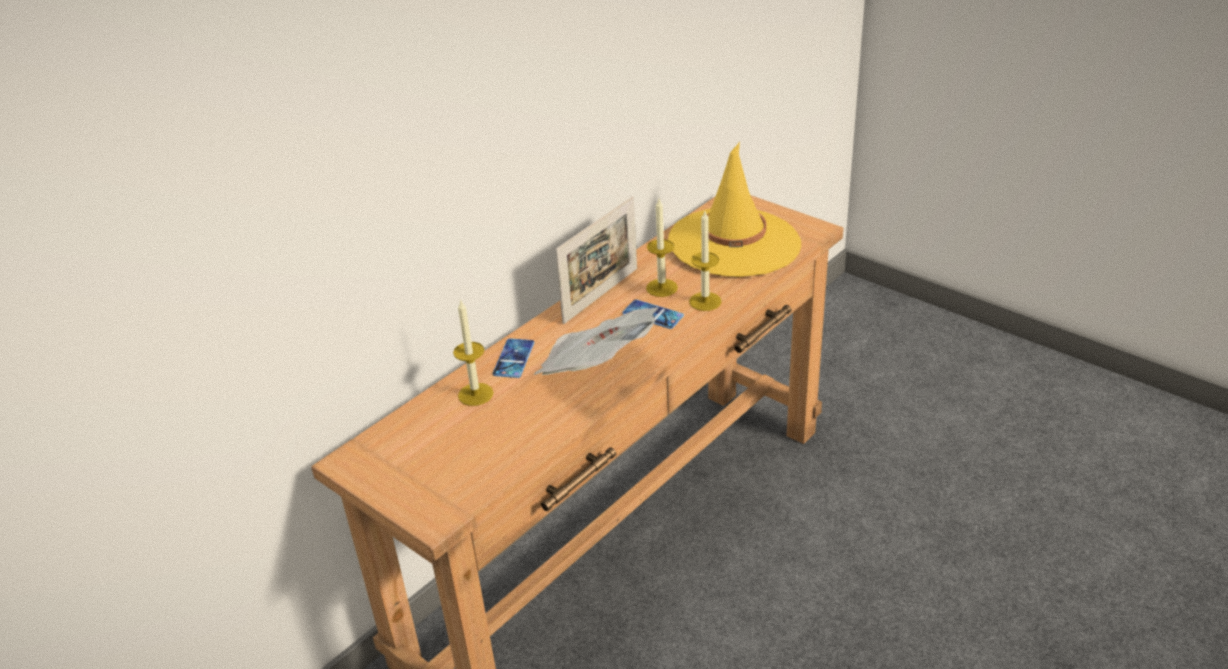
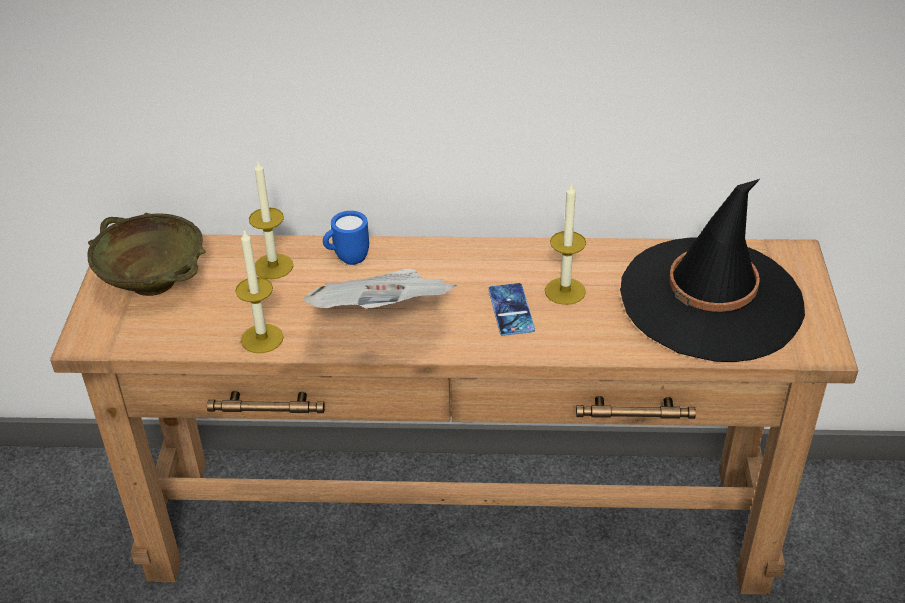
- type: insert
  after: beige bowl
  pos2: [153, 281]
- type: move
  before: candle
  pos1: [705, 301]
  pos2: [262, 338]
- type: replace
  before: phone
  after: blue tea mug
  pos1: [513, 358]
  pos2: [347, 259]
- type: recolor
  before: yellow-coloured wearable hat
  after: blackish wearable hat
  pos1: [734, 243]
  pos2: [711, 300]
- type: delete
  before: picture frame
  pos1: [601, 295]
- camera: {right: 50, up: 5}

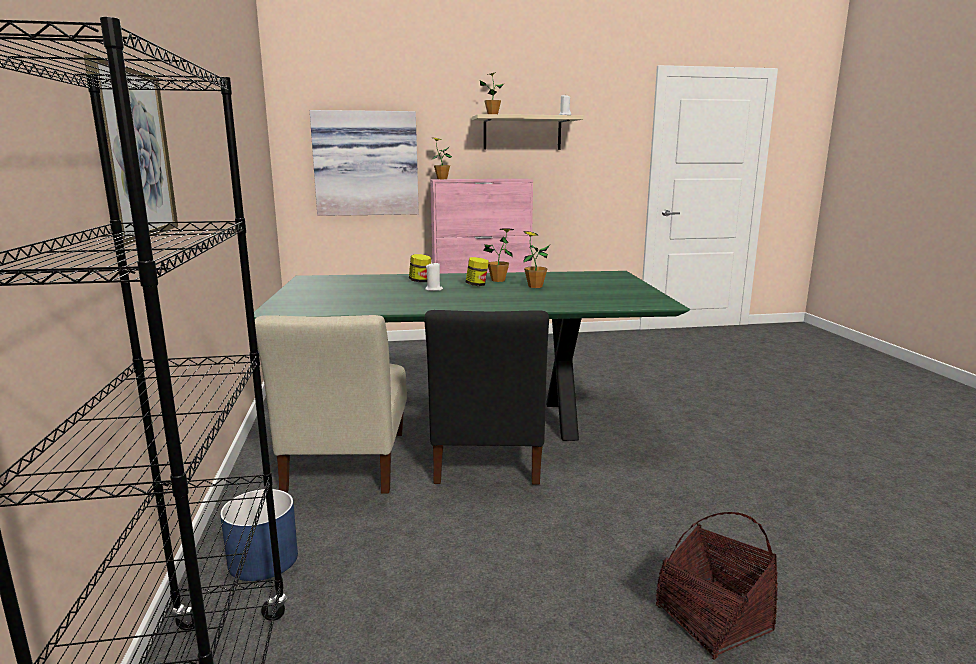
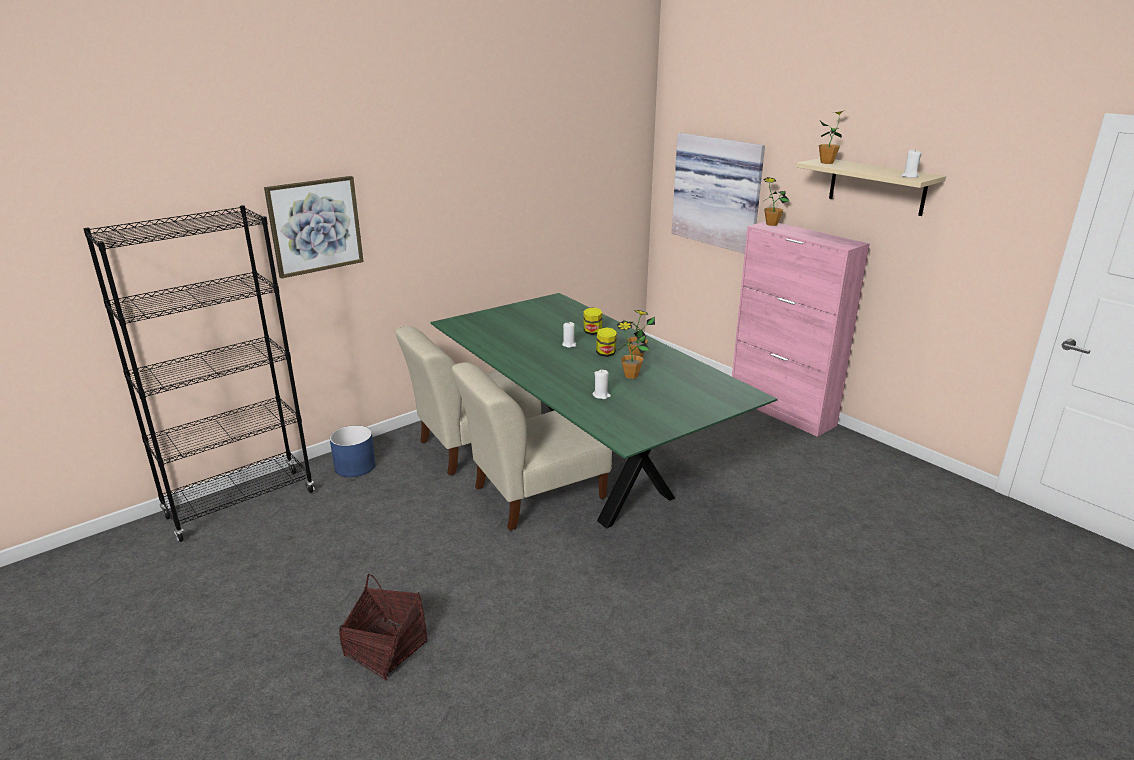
- type: recolor
  before: blackish plain chair
  after: beige plain chair
  pos1: [487, 457]
  pos2: [534, 495]
- type: insert
  after: white-coloured candle
  pos2: [601, 395]
- camera: {right: 60, up: 10}

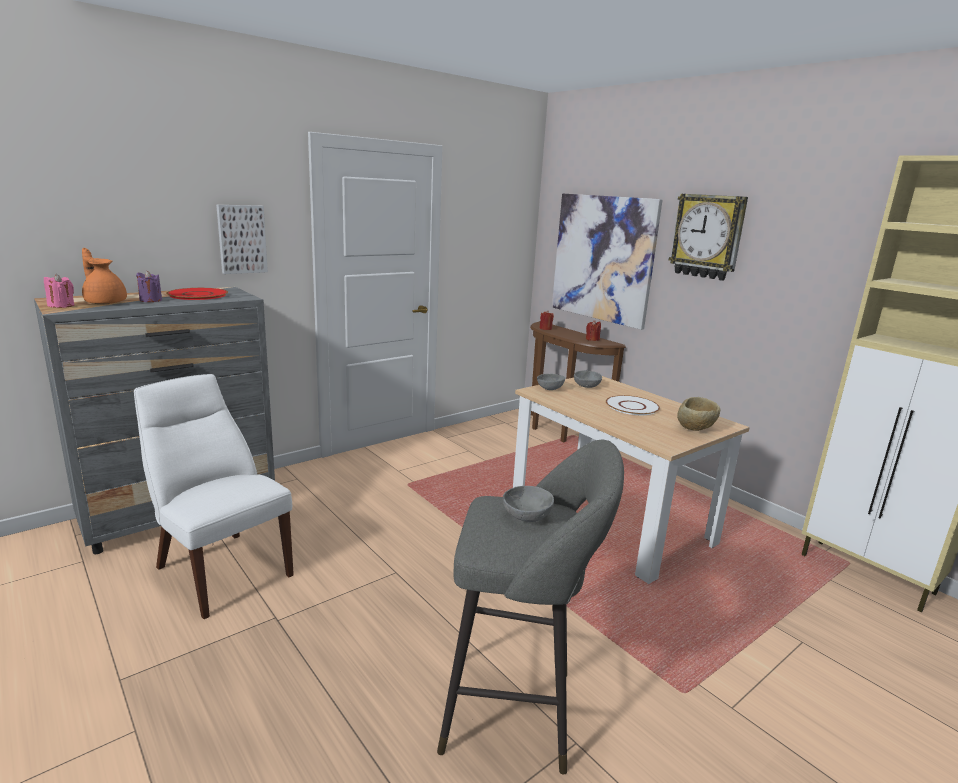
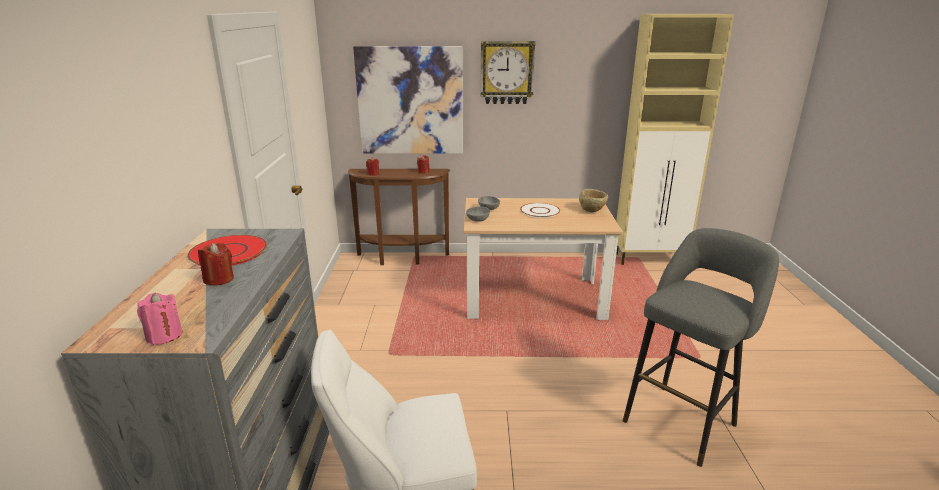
- type: recolor
  before: purple-coloured candle
  after: red-coloured candle
  pos1: [150, 300]
  pos2: [219, 279]
- type: delete
  before: orange tea pot
  pos1: [105, 302]
- type: delete
  before: wall picture
  pos1: [241, 239]
- type: delete
  before: grey bowl
  pos1: [526, 516]
- camera: {right: -50, up: 5}

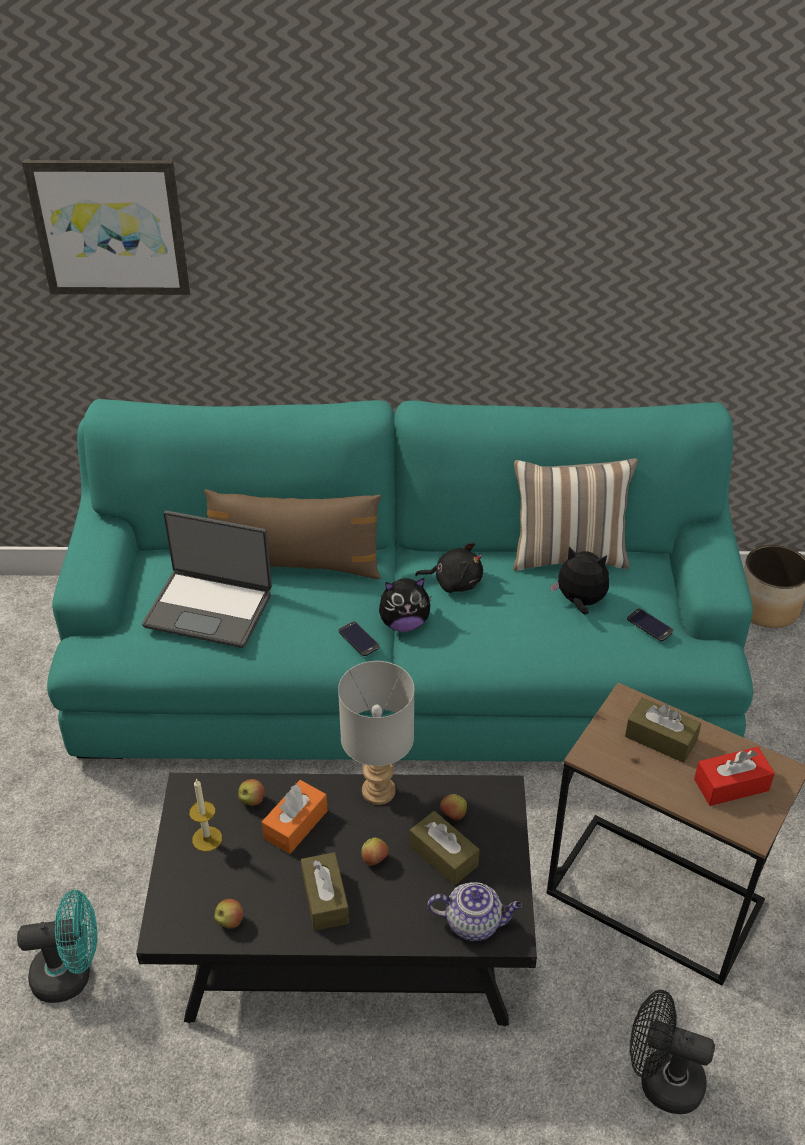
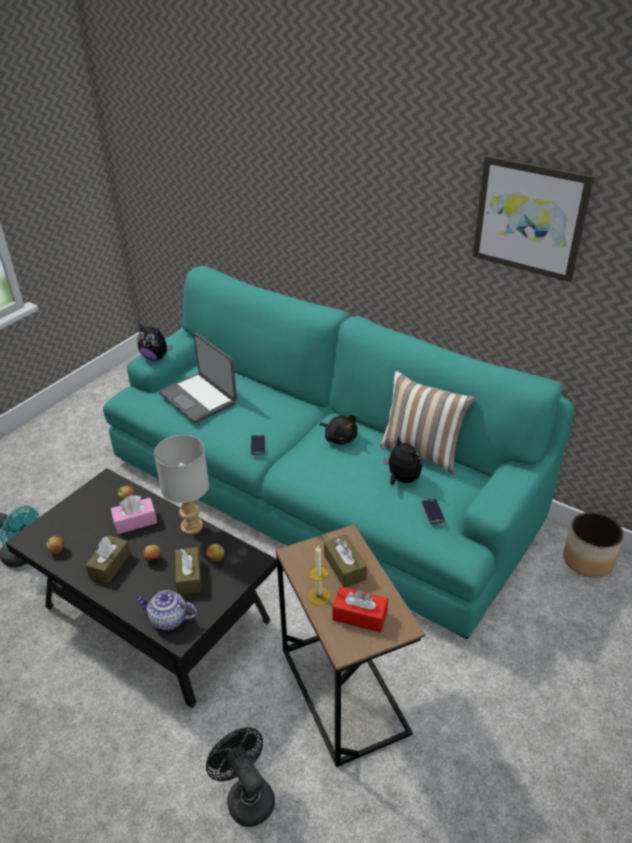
- type: recolor
  before: orange tissue box
  after: pink-coloured tissue box
  pos1: [295, 824]
  pos2: [135, 521]
- type: rotate
  before: tea pot
  pos1: [474, 922]
  pos2: [168, 620]
  turn: 150
- type: move
  before: cuddly toy
  pos1: [404, 623]
  pos2: [155, 357]
- type: move
  before: candle
  pos1: [207, 839]
  pos2: [319, 596]
- type: move
  before: wall picture
  pos1: [110, 227]
  pos2: [530, 217]
- type: delete
  before: brownish throw pillow
  pos1: [294, 565]
- camera: {right: 35, up: -5}

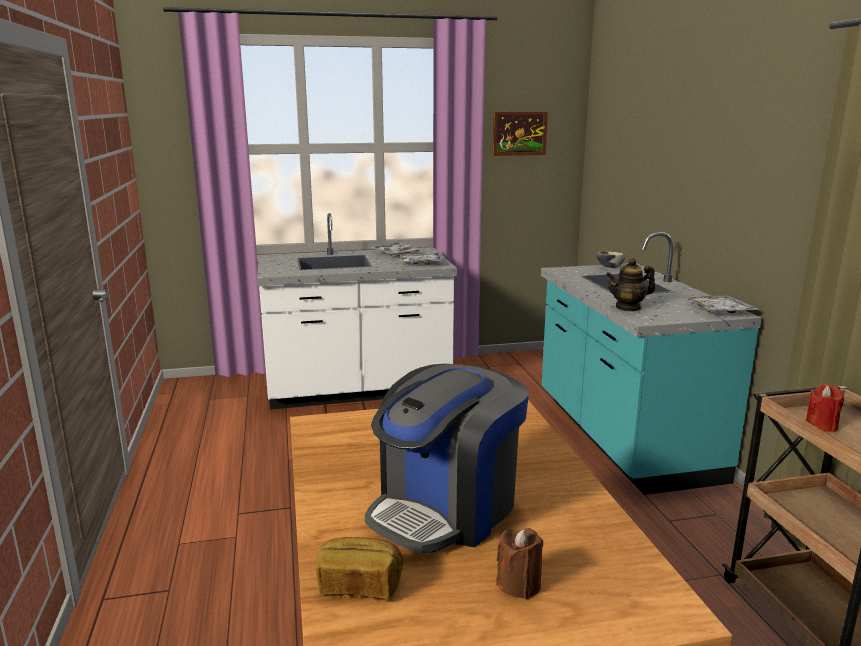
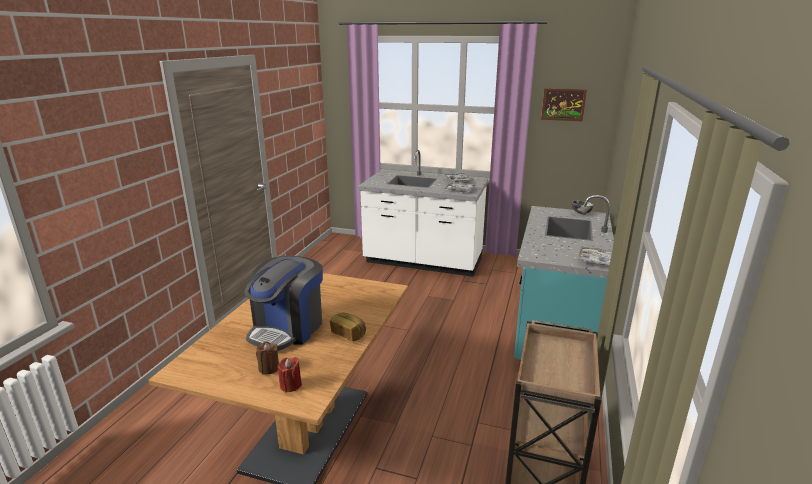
- type: rotate
  before: coffee maker
  pos1: [446, 508]
  pos2: [288, 328]
  turn: -45
- type: move
  before: red-coloured candle
  pos1: [821, 425]
  pos2: [290, 385]
- type: move
  before: baked bread
  pos1: [359, 585]
  pos2: [348, 334]
- type: delete
  before: tea pot
  pos1: [628, 307]
- camera: {right: 30, up: 5}

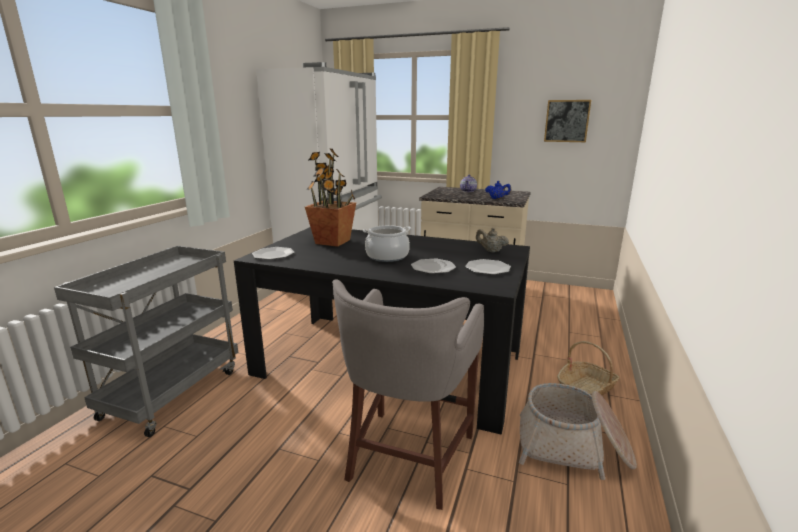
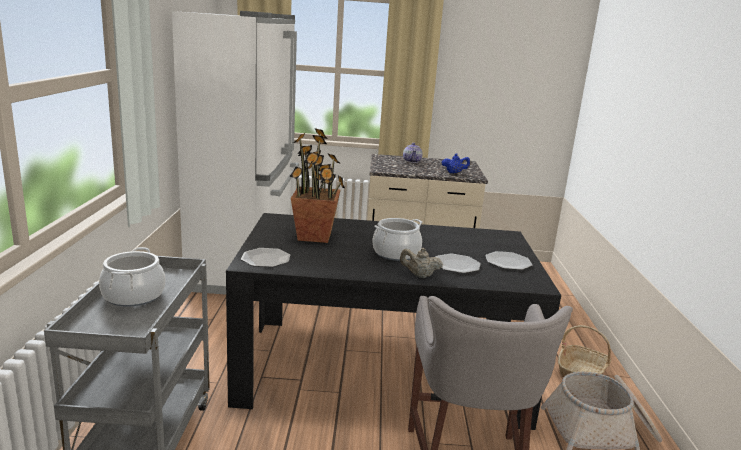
- type: insert
  after: saucepot
  pos2: [134, 295]
- type: move
  before: beige tea pot
  pos1: [491, 251]
  pos2: [419, 275]
- type: delete
  before: wall picture
  pos1: [567, 121]
- camera: {right: -20, up: 0}

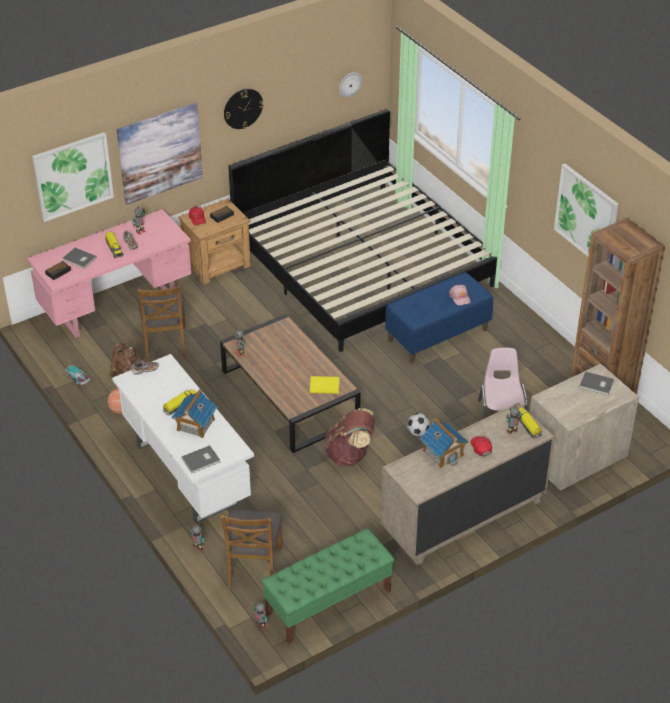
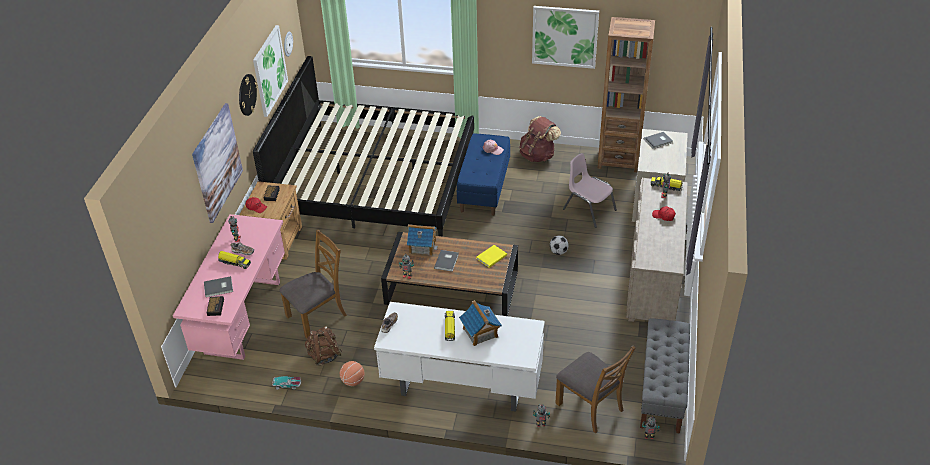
- type: move
  before: wall picture
  pos1: [73, 176]
  pos2: [269, 70]
- type: rotate
  before: brownish plain chair
  pos1: [165, 343]
  pos2: [317, 315]
  turn: -75
- type: move
  before: miniature house
  pos1: [443, 453]
  pos2: [422, 246]
- type: move
  before: grey volume
  pos1: [201, 460]
  pos2: [447, 261]
- type: move
  before: brownish backpack
  pos1: [350, 455]
  pos2: [538, 155]
- type: recolor
  before: green indoor bench
  after: grey indoor bench
  pos1: [328, 603]
  pos2: [662, 389]
- camera: {right: -45, up: 0}

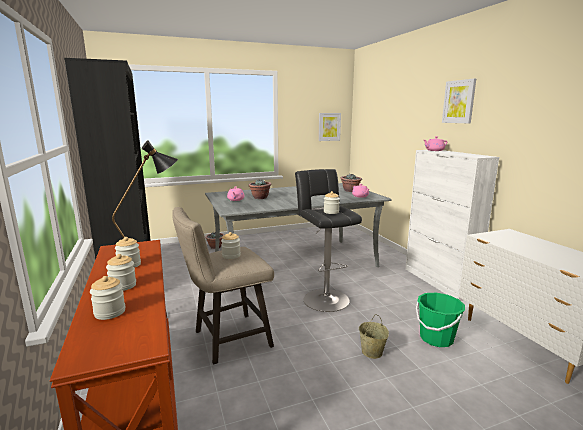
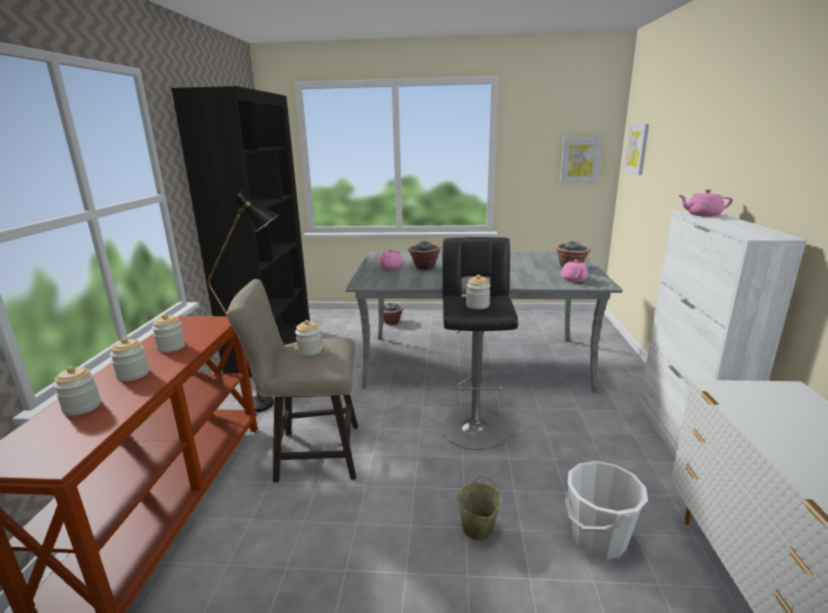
- type: recolor
  before: green water bucket
  after: white-coloured water bucket
  pos1: [436, 338]
  pos2: [598, 538]
- type: move
  before: wall picture
  pos1: [459, 101]
  pos2: [637, 148]
- camera: {right: 25, up: 5}

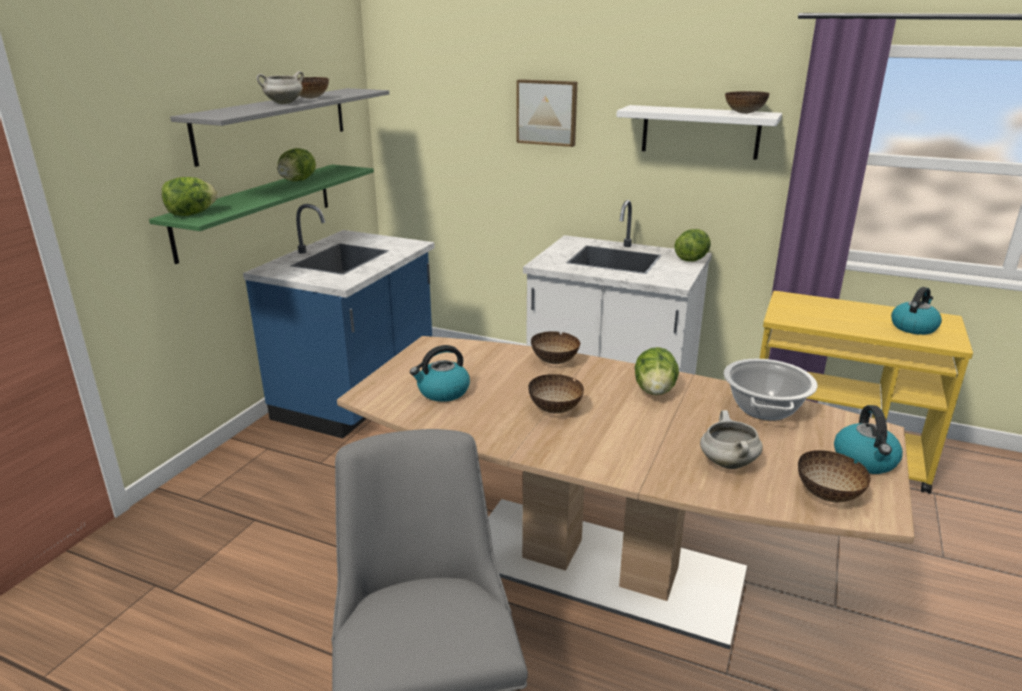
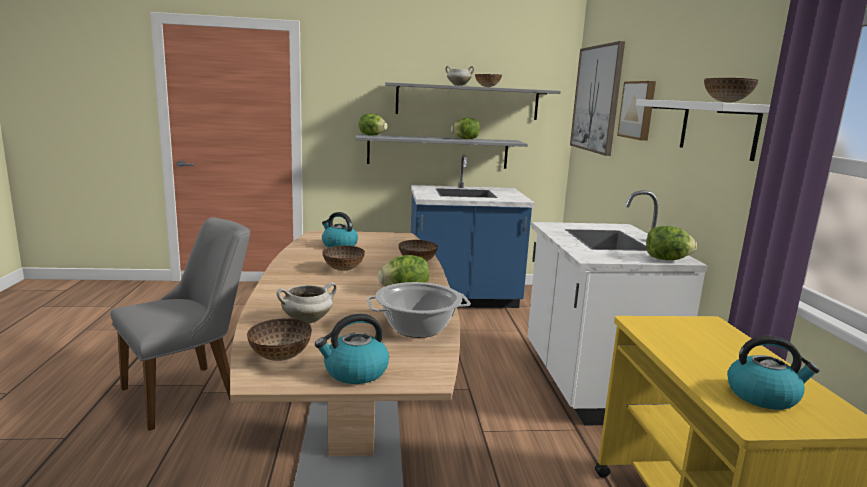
- type: recolor
  before: green wall shelf
  after: grey wall shelf
  pos1: [256, 210]
  pos2: [438, 151]
- type: insert
  after: wall picture
  pos2: [596, 99]
- camera: {right: 60, up: -10}

